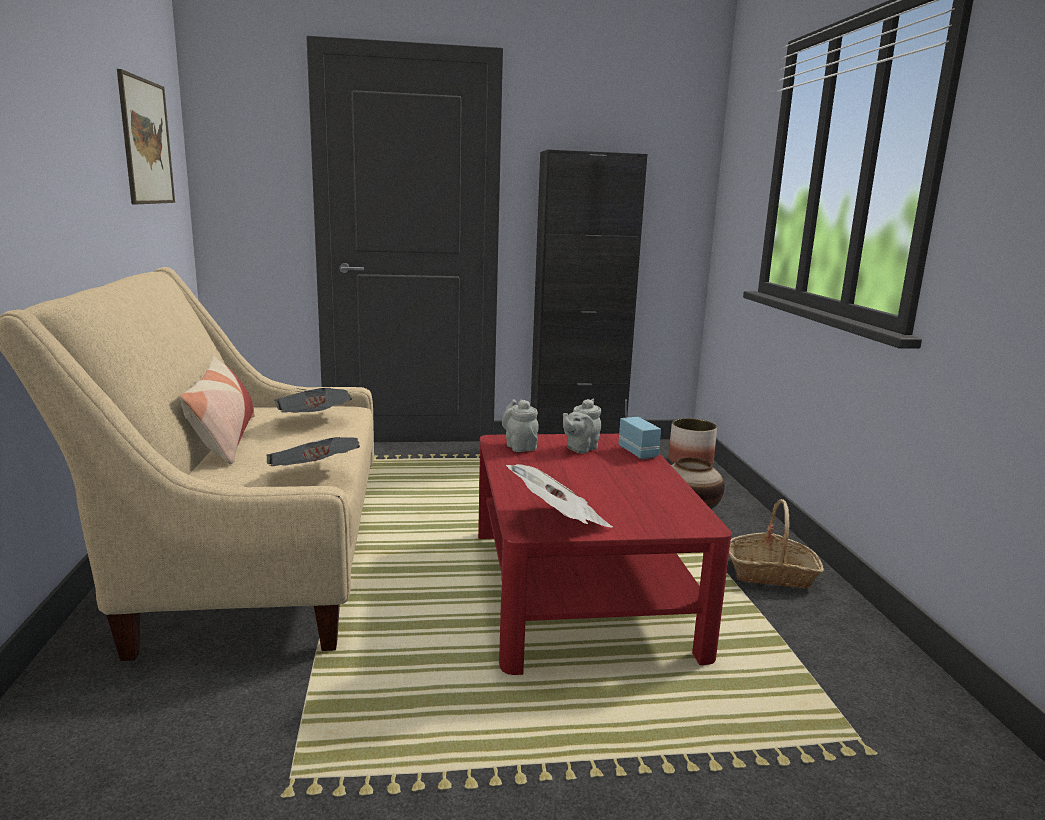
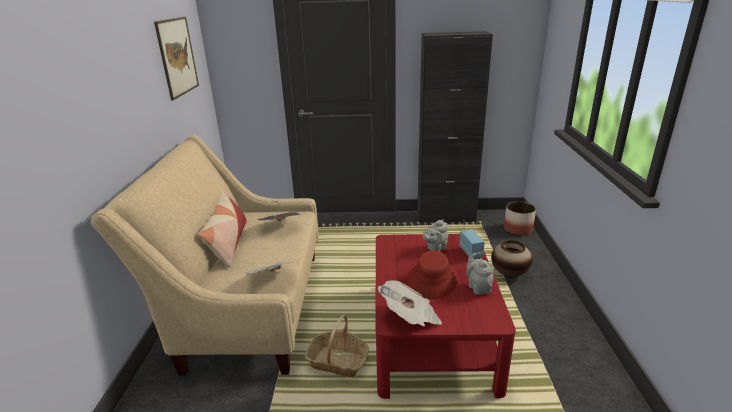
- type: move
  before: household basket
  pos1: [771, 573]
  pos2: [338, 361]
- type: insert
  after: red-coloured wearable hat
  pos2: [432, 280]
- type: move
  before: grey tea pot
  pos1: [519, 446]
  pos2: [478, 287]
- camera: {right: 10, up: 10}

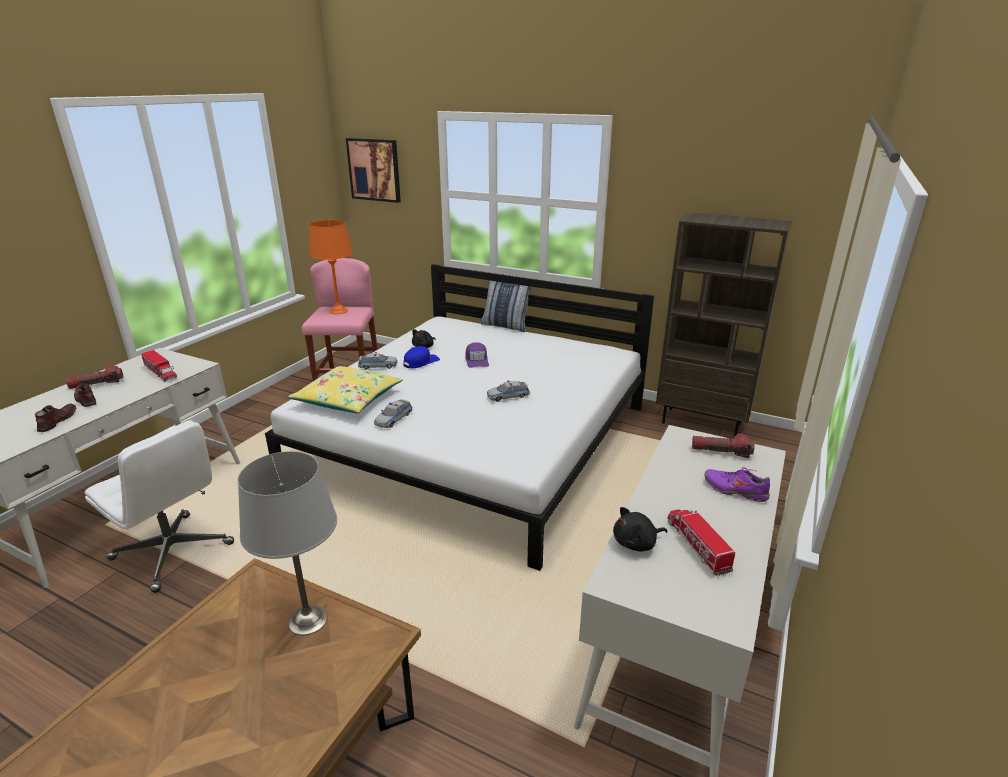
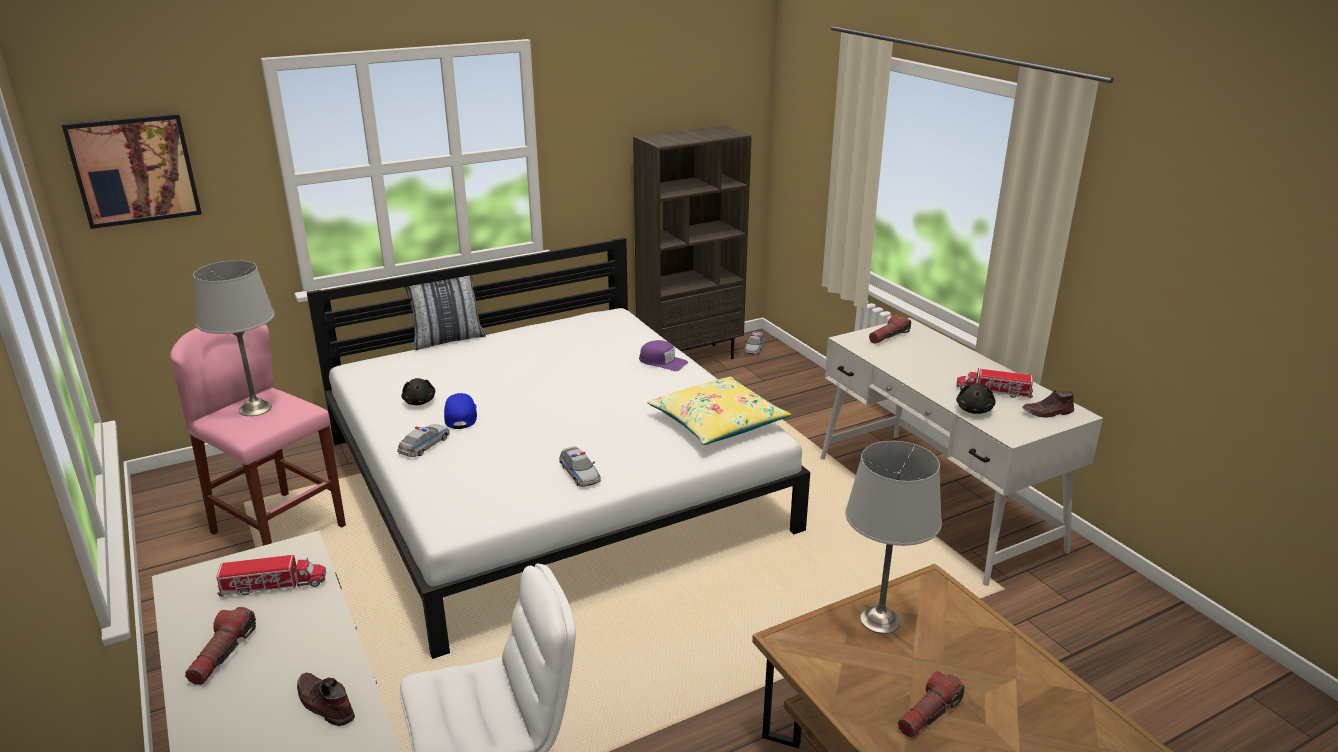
- type: recolor
  before: orange lamp for a table
  after: grey lamp for a table
  pos1: [338, 311]
  pos2: [256, 409]
- type: move
  before: purple-coloured baseball cap
  pos1: [477, 360]
  pos2: [663, 362]
- type: move
  before: yellow-coloured throw pillow
  pos1: [348, 399]
  pos2: [717, 423]
- type: move
  before: miniature car
  pos1: [508, 396]
  pos2: [754, 348]
- type: insert
  after: hand torch
  pos2: [928, 713]
- type: move
  before: brownish item of footwear
  pos1: [85, 399]
  pos2: [1047, 412]
- type: delete
  before: purple-coloured item of footwear
  pos1: [735, 490]
- camera: {right: -55, up: 0}

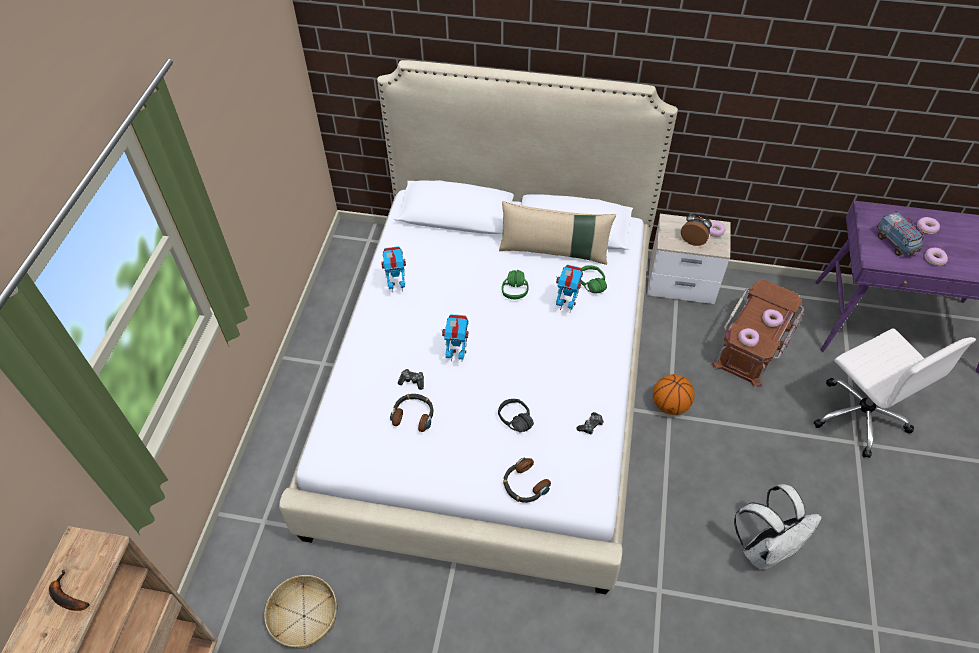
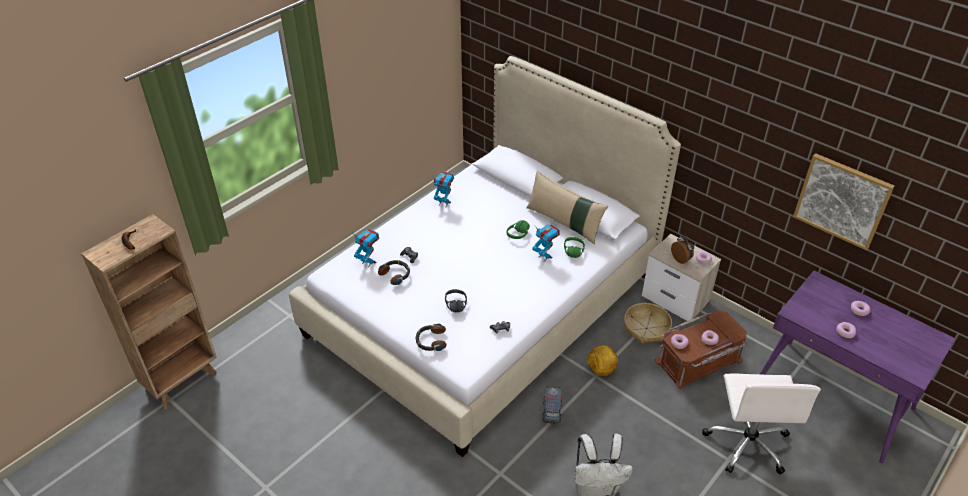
- type: move
  before: model robot
  pos1: [457, 355]
  pos2: [368, 262]
- type: move
  before: toy truck
  pos1: [895, 243]
  pos2: [551, 412]
- type: replace
  before: ball for basketball
  after: ball for football
  pos1: [670, 405]
  pos2: [601, 370]
- type: move
  before: household basket
  pos1: [303, 616]
  pos2: [646, 328]
- type: insert
  after: wall picture
  pos2: [842, 200]
- camera: {right: 30, up: -10}

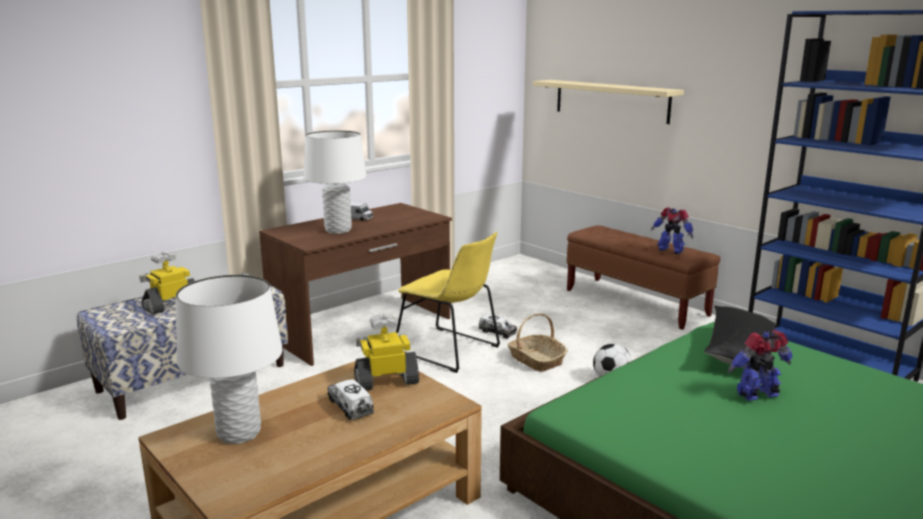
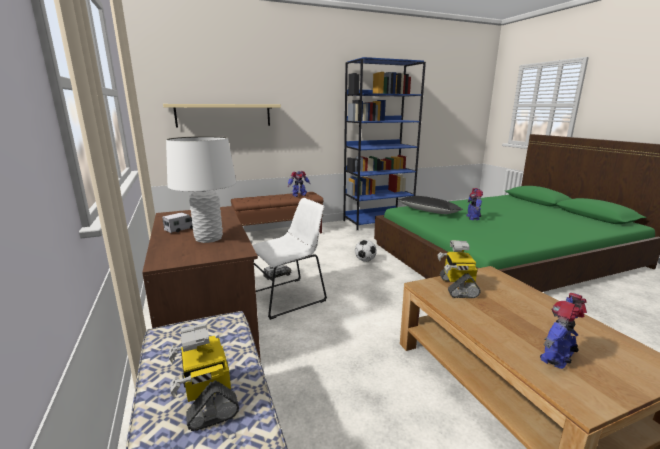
- type: recolor
  before: yellow-coloured plain chair
  after: white-coloured plain chair
  pos1: [450, 350]
  pos2: [289, 296]
- type: replace
  before: white-coloured lamp for a table
  after: model robot
  pos1: [239, 433]
  pos2: [558, 357]
- type: delete
  before: toy truck
  pos1: [350, 407]
- type: delete
  before: household basket
  pos1: [536, 360]
- camera: {right: -70, up: 0}

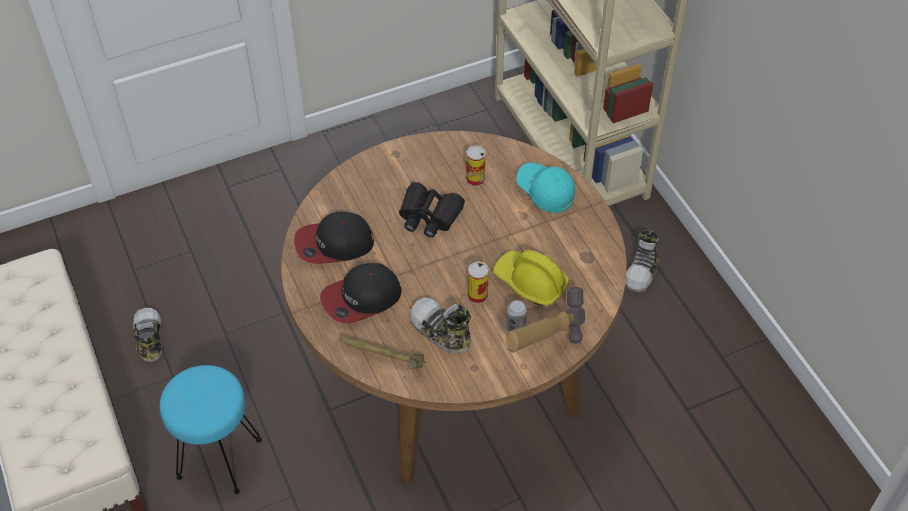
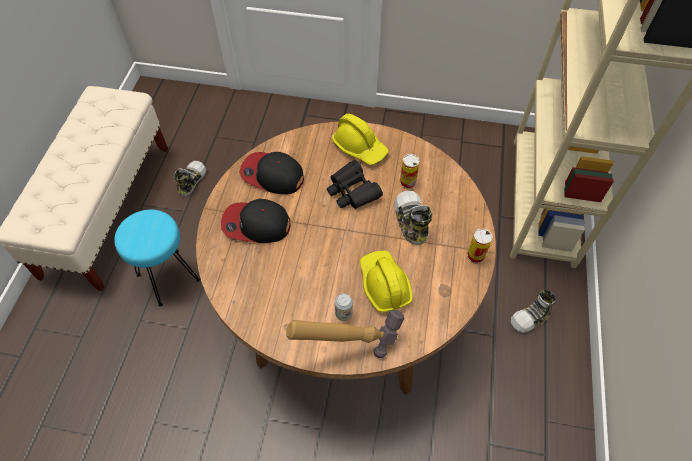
- type: insert
  after: yellow-coloured hard hat
  pos2: [360, 147]
- type: move
  before: item of footwear
  pos1: [440, 331]
  pos2: [410, 221]
- type: move
  before: can
  pos1: [477, 296]
  pos2: [475, 256]
- type: delete
  before: hand hammer
  pos1: [382, 358]
- type: delete
  before: turquoise baseball cap
  pos1: [545, 192]
- camera: {right: 35, up: 5}

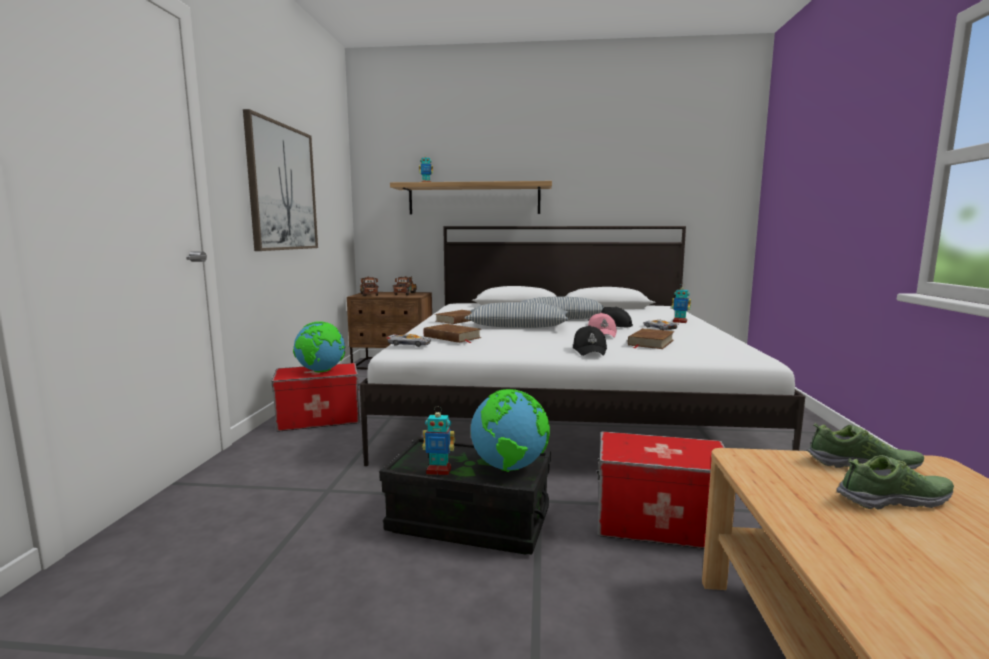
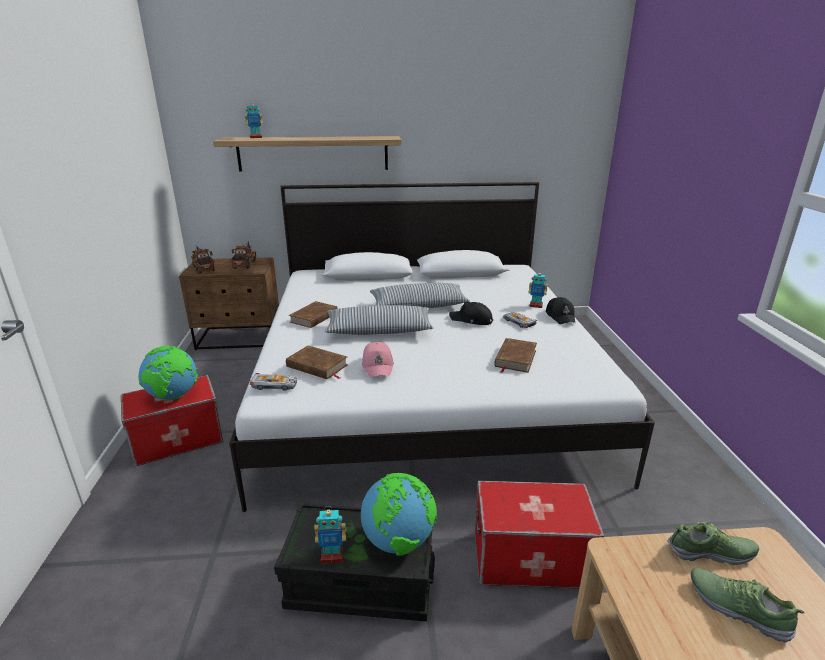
- type: move
  before: pink-coloured baseball cap
  pos1: [602, 334]
  pos2: [378, 365]
- type: move
  before: blackish baseball cap
  pos1: [590, 350]
  pos2: [560, 316]
- type: rotate
  before: item of footwear
  pos1: [894, 500]
  pos2: [737, 608]
  turn: -120
- type: delete
  before: wall picture
  pos1: [282, 188]
- camera: {right: -10, up: 15}

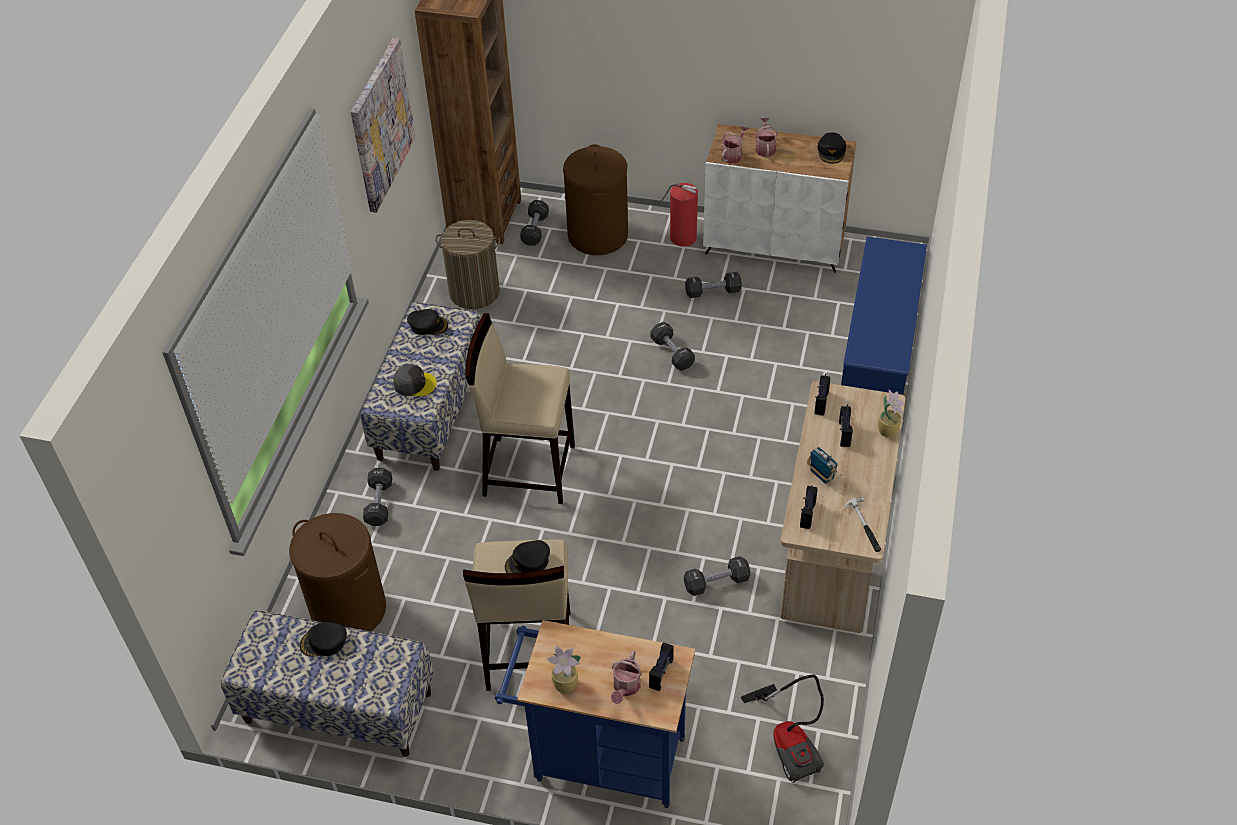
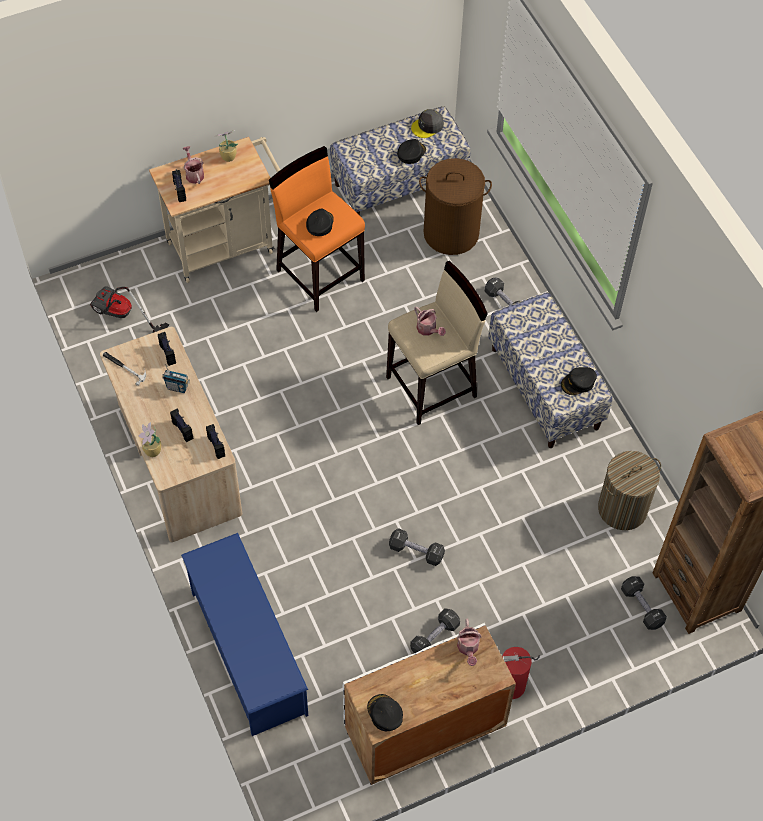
- type: recolor
  before: blue wheeled cart
  after: beige wheeled cart
  pos1: [600, 758]
  pos2: [226, 245]
- type: recolor
  before: beige stool seat
  after: orange stool seat
  pos1: [528, 651]
  pos2: [320, 274]
- type: move
  before: grey baseball cap
  pos1: [414, 384]
  pos2: [427, 126]
- type: move
  before: sprinkling can
  pos1: [765, 148]
  pos2: [428, 329]
- type: delete
  before: wall picture
  pos1: [381, 125]
- type: delete
  before: brownish hamper
  pos1: [598, 235]
- type: delete
  before: blackish dumbbell
  pos1: [716, 582]
- camera: {right: 140, up: 10}

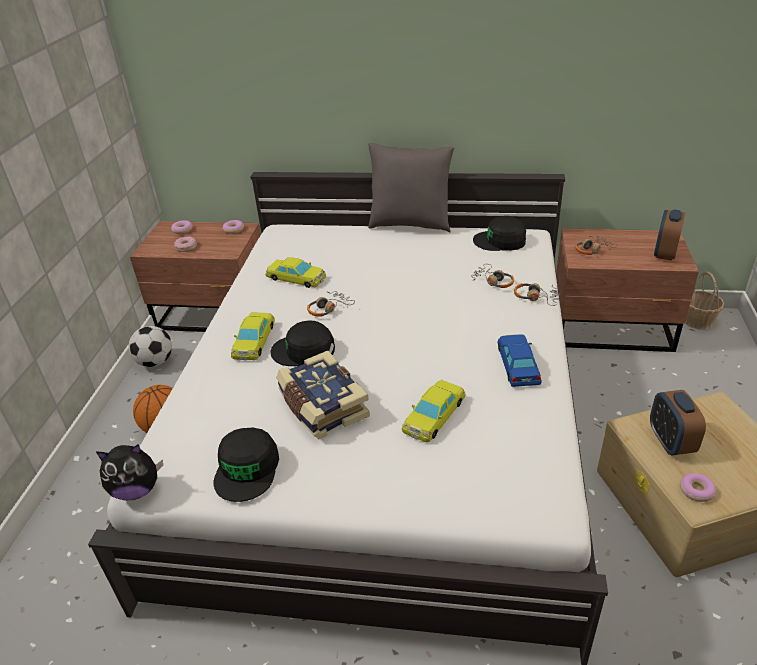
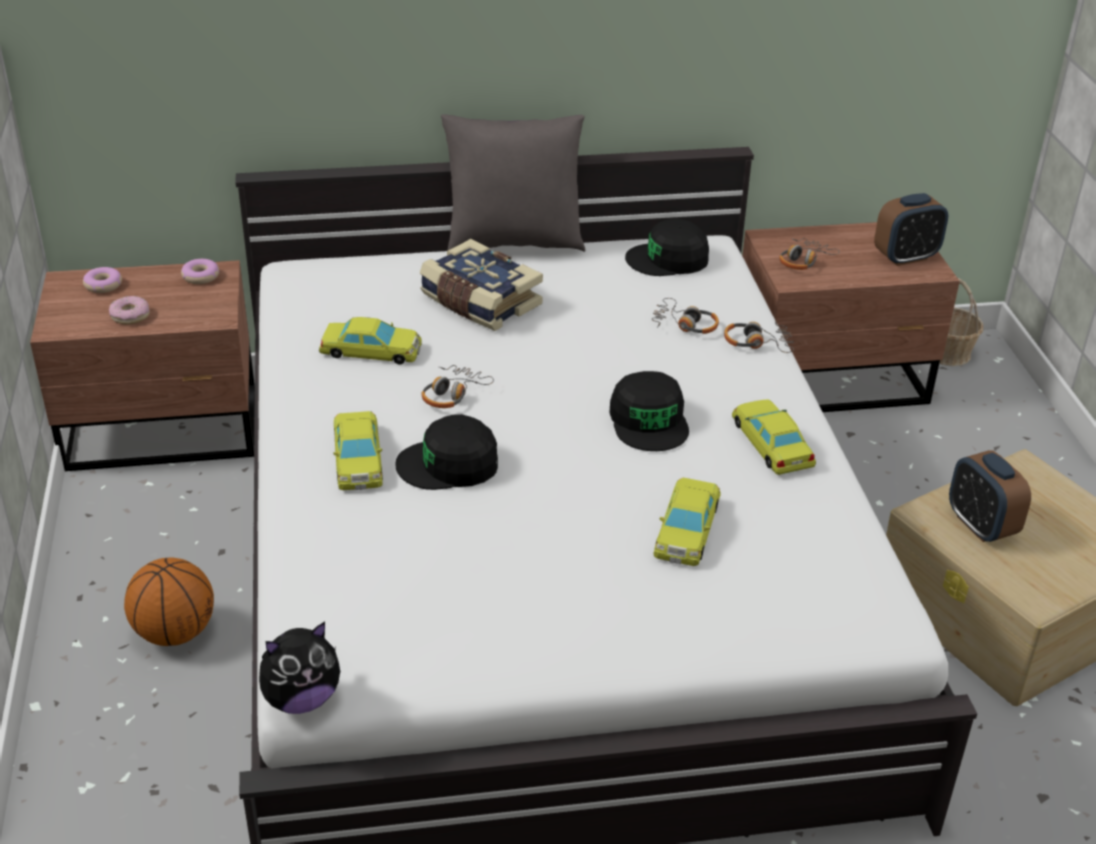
- type: move
  before: volume
  pos1: [321, 406]
  pos2: [479, 303]
- type: move
  before: blackish baseball cap
  pos1: [247, 469]
  pos2: [649, 421]
- type: recolor
  before: blue miniature car
  after: yellow-coloured miniature car
  pos1: [517, 364]
  pos2: [771, 443]
- type: rotate
  before: bedside clock
  pos1: [664, 253]
  pos2: [905, 257]
  turn: -120
- type: delete
  before: ball for football
  pos1: [155, 362]
- type: delete
  before: doughnut
  pos1: [696, 491]
- camera: {right: -20, up: 0}

